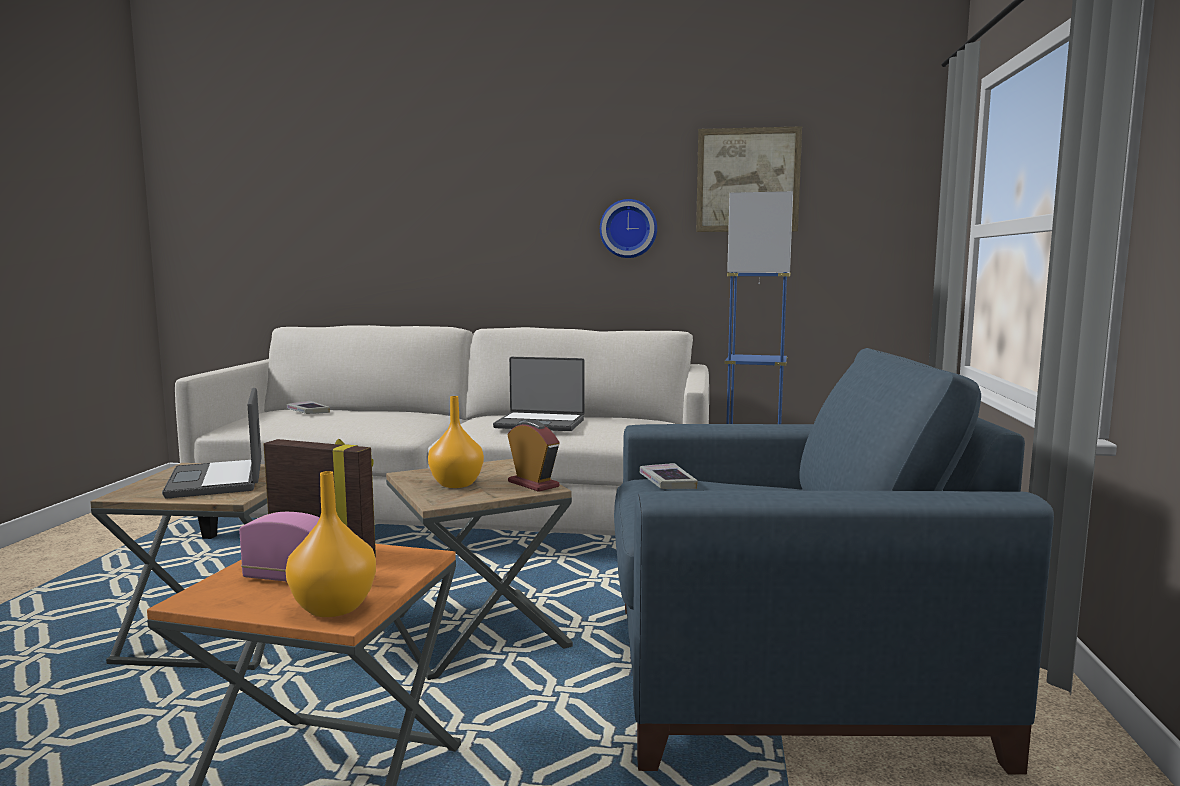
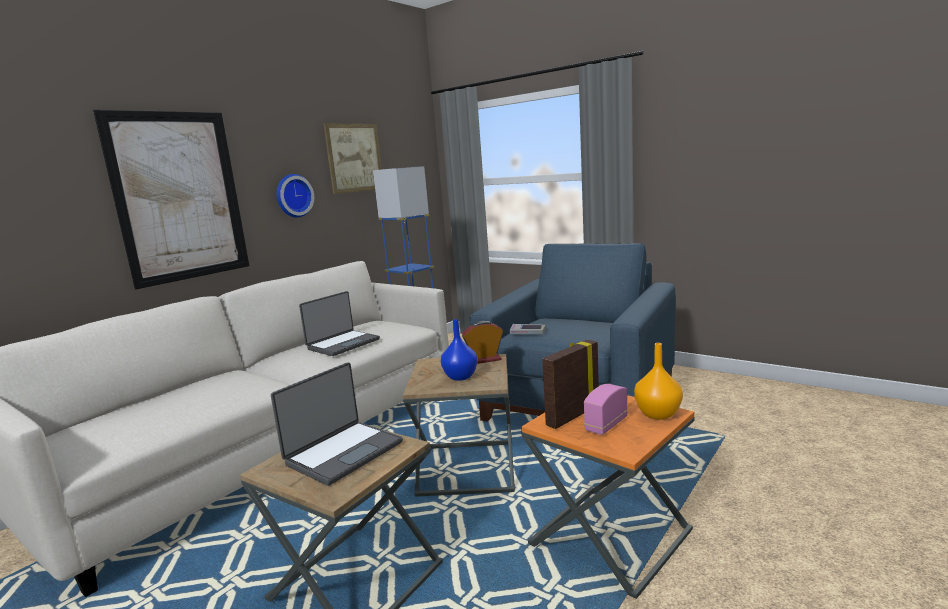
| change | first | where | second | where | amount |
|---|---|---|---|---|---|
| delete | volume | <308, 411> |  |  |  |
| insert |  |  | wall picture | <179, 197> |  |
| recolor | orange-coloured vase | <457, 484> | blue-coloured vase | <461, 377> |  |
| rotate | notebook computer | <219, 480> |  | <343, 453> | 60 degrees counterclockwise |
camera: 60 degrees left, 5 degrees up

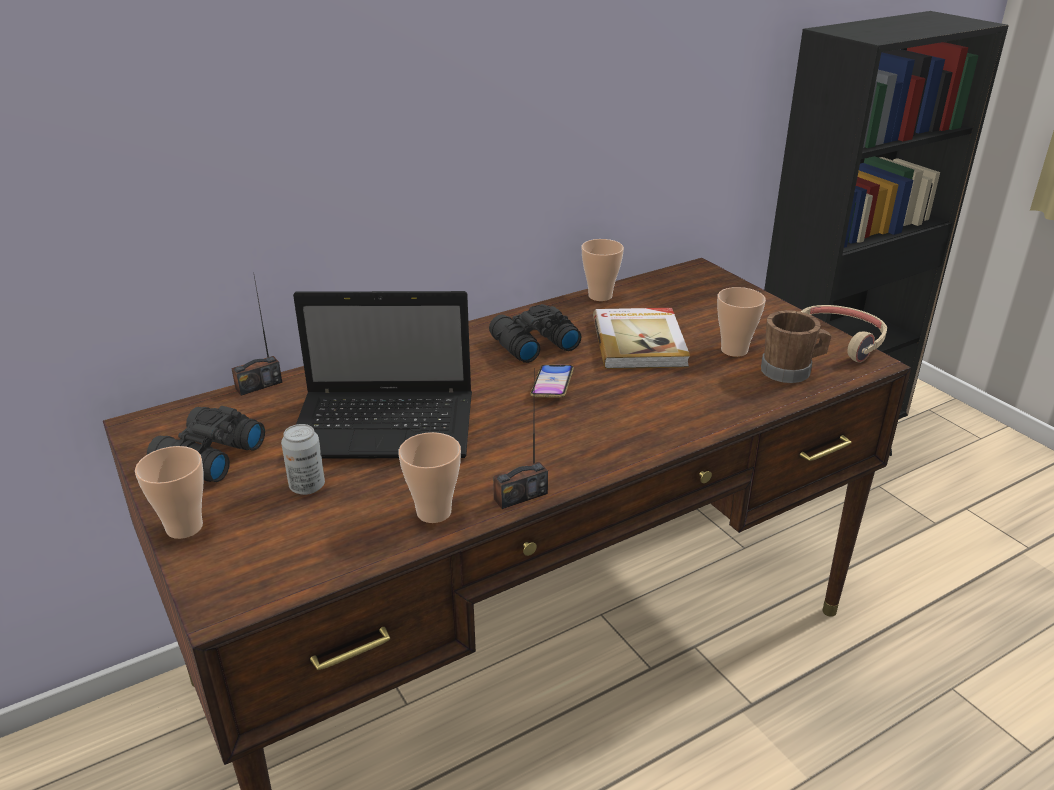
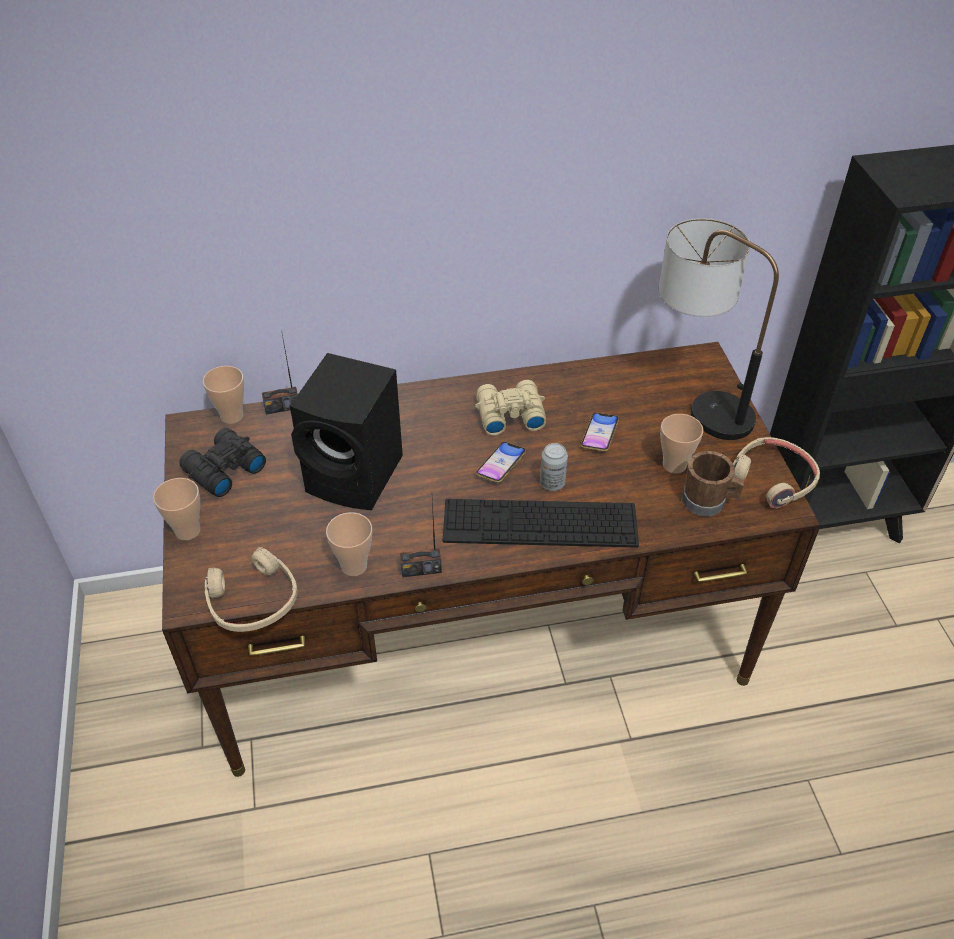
| change | first | where | second | where | amount |
|---|---|---|---|---|---|
| insert |  |  | beige headphones | <253, 600> |  |
| insert |  |  | keyboard | <540, 523> |  |
| insert |  |  | table lamp | <696, 401> |  |
| move | can | <307, 486> |  | <552, 483> |  |
| move | small cup | <600, 296> |  | <232, 416> |  |
| replace | notebook computer | <388, 427> | black audio speaker | <357, 476> |  |
| replace | volume | <640, 342> | handset | <599, 435> |  |
| recolor | black binoculars | <532, 344> | beige binoculars | <508, 414> |  |
camera: 20 degrees right, 15 degrees up

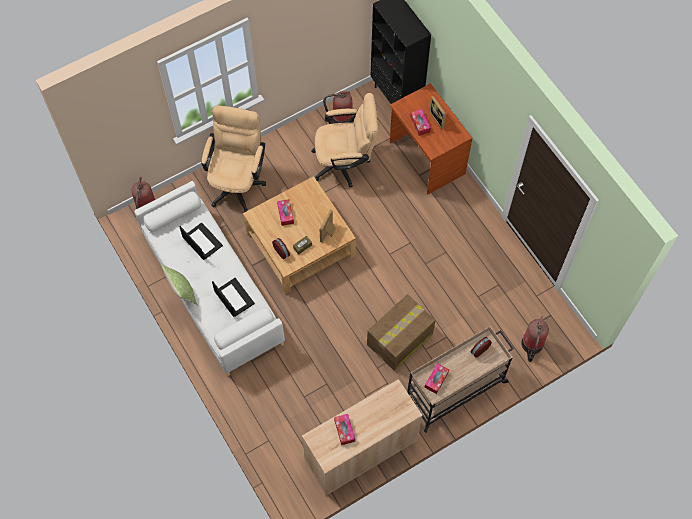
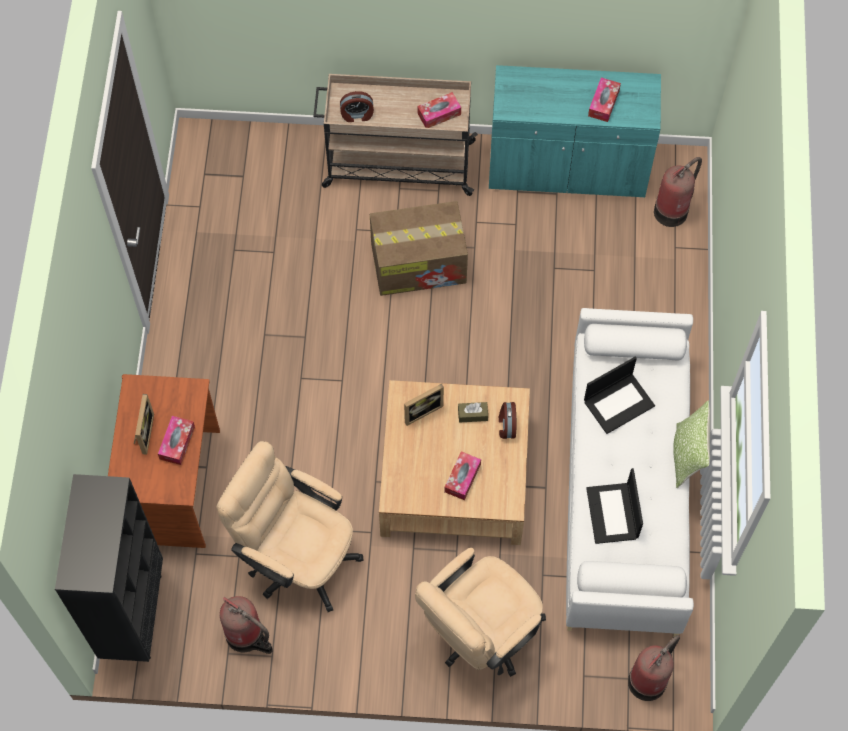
| change | first | where | second | where | amount |
|---|---|---|---|---|---|
| move | extinguisher | <532, 345> |  | <672, 210> |  |
| recolor | beige cupboard | <361, 450> | turquoise-coloured cupboard | <567, 168> |  |
| rotate | notebook computer | <233, 297> |  | <619, 402> | 120 degrees counterclockwise |
camera: 145 degrees left, 0 degrees up

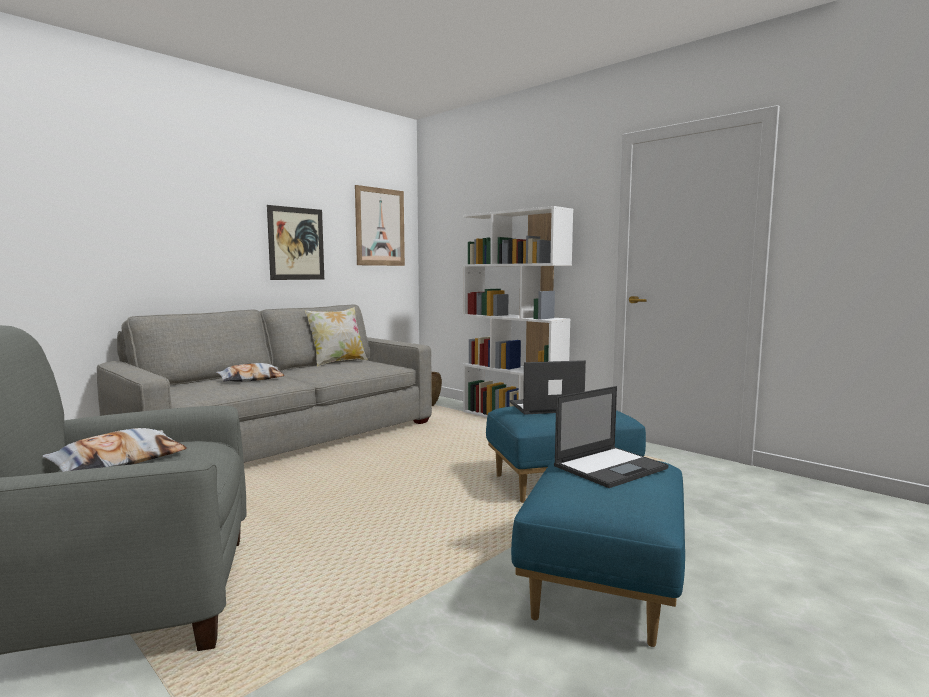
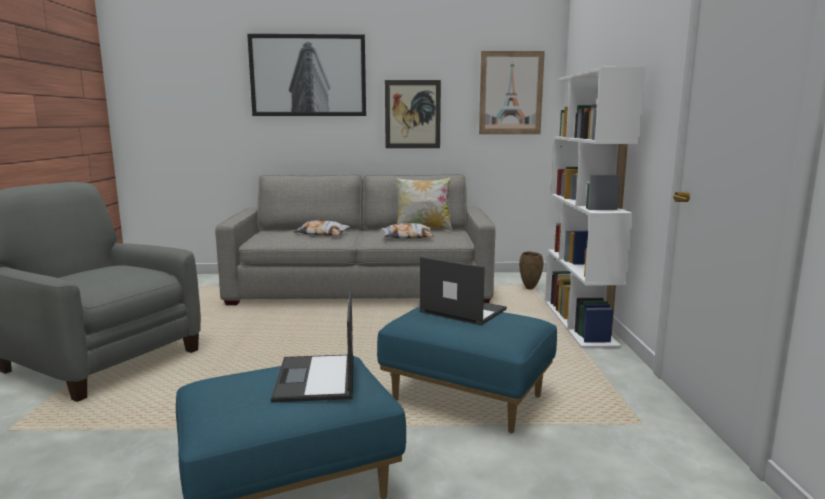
| change | first | where | second | where | amount |
|---|---|---|---|---|---|
| insert |  |  | wall picture | <308, 75> |  |
| move | cushion | <119, 461> |  | <407, 236> |  |
| rotate | notebook computer | <611, 467> |  | <316, 379> | 75 degrees clockwise |
camera: 45 degrees right, 5 degrees up

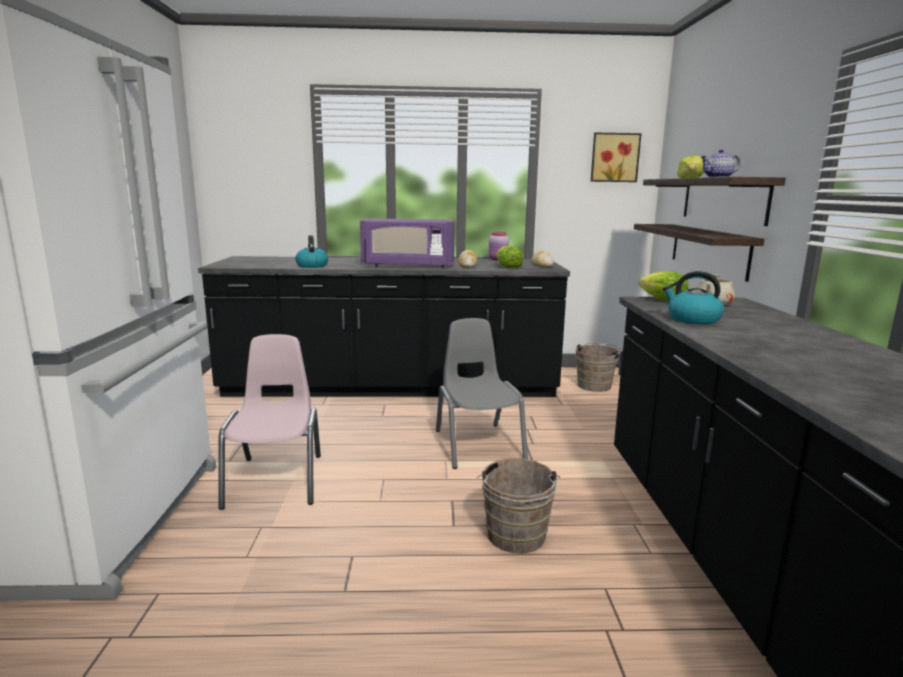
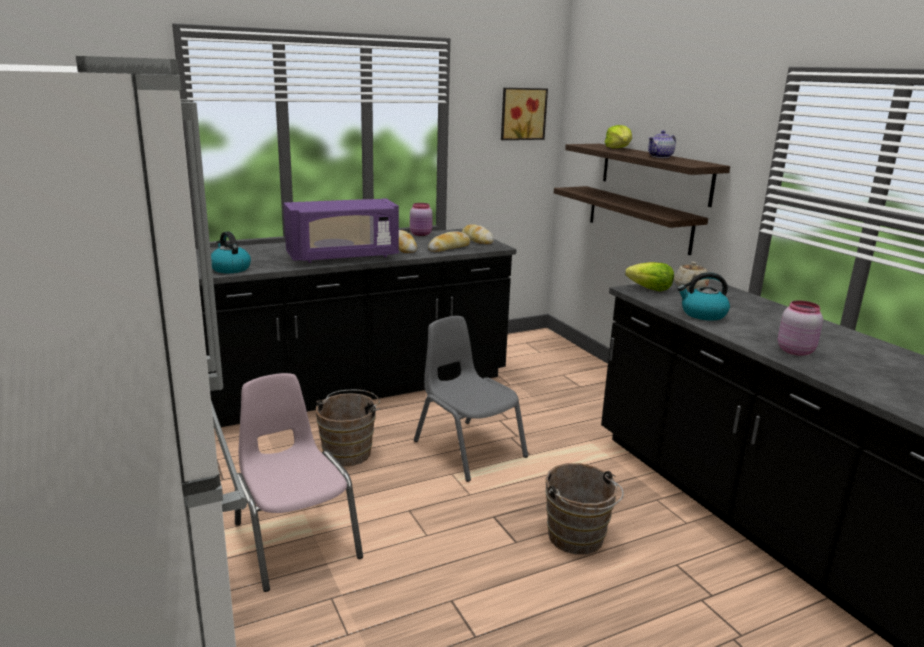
| change | first | where | second | where | amount |
|---|---|---|---|---|---|
| insert |  |  | pinkish preserve jar | <795, 350> |  |
| move | brown-coloured bucket | <595, 385> |  | <349, 452> |  |
| replace | lettuce | <507, 267> | baked bread | <449, 248> |  |
camera: 25 degrees left, 5 degrees up

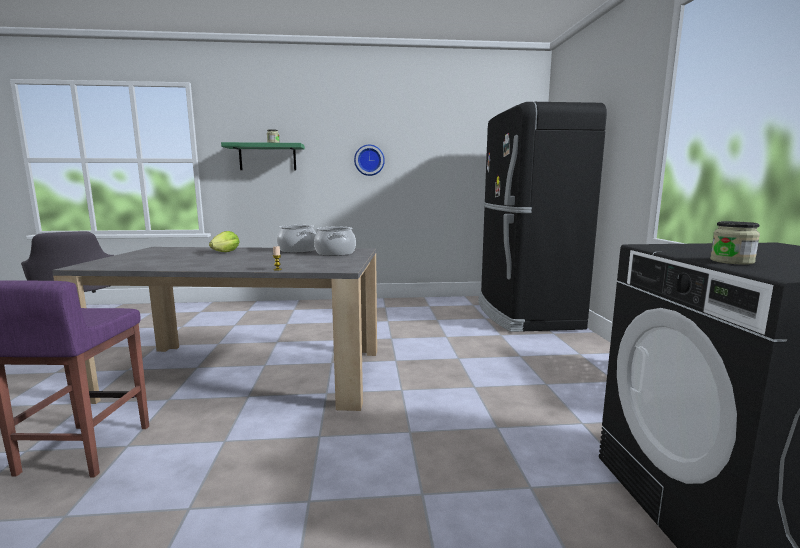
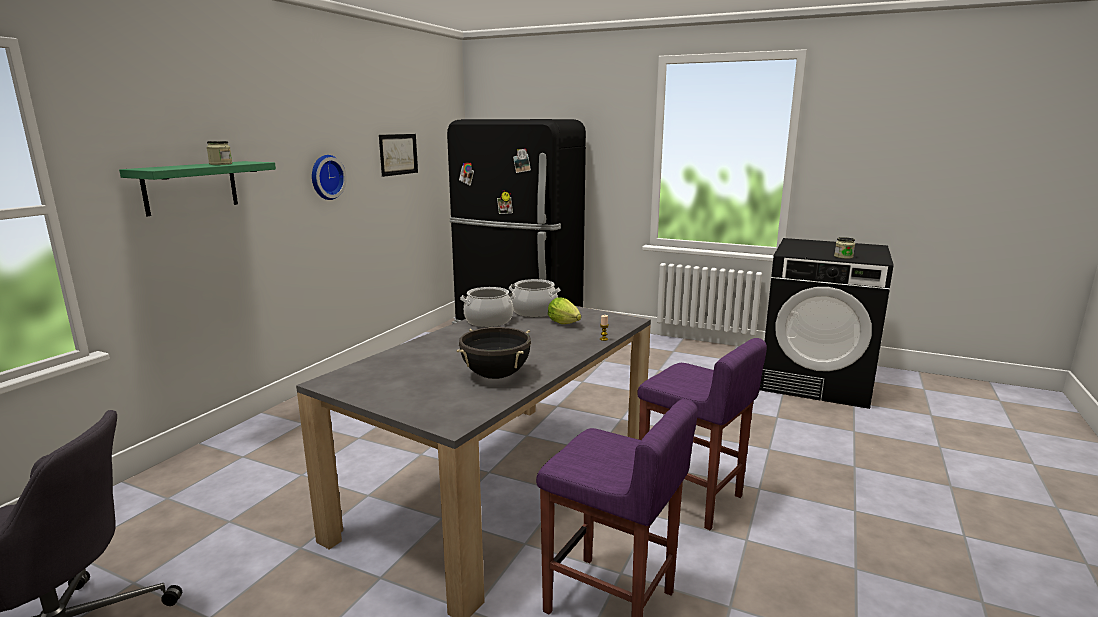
| change | first | where | second | where | amount |
|---|---|---|---|---|---|
| insert |  |  | wall picture | <398, 154> |  |
| insert |  |  | black cooking pot | <496, 376> |  |
| insert |  |  | purplish stool | <691, 498> |  |
| move | lettuce | <224, 252> |  | <565, 324> |  |
camera: 60 degrees left, 5 degrees up

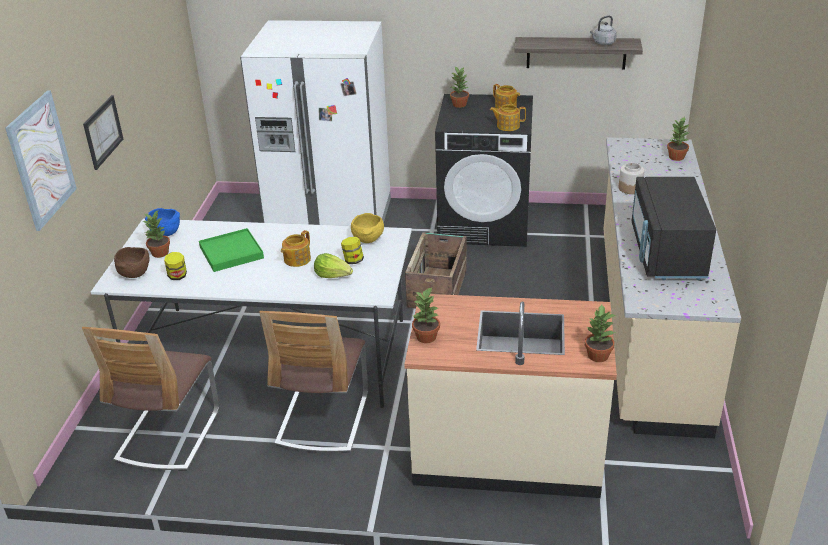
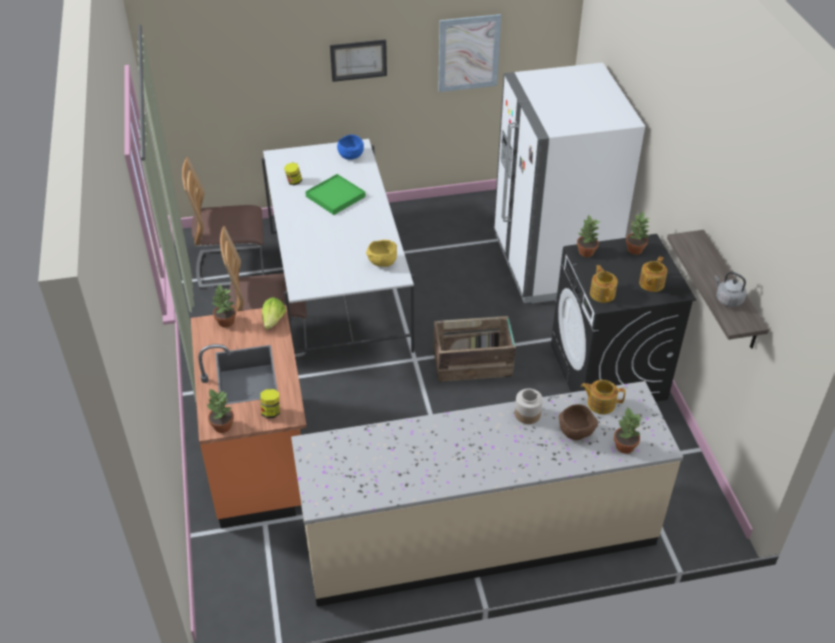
| change | first | where | second | where | amount |
|---|---|---|---|---|---|
| delete | black microwave oven | <666, 253> |  |  |  |
| move | wall picture | <41, 160> |  | <468, 53> |  |
| move | brown-coloured bowl | <135, 274> |  | <576, 432> |  |
| move | plant in a pot | <160, 253> |  | <586, 252> |  |
| move | pot for tea | <296, 259> |  | <600, 403> |  |
| move | lettuce | <333, 275> |  | <273, 321> |  |
| move | preserve jar | <353, 261> |  | <271, 412> |  |
| recolor | beige counter | <507, 452> | orange-coloured counter | <260, 458> |  |
camera: 70 degrees right, 10 degrees up

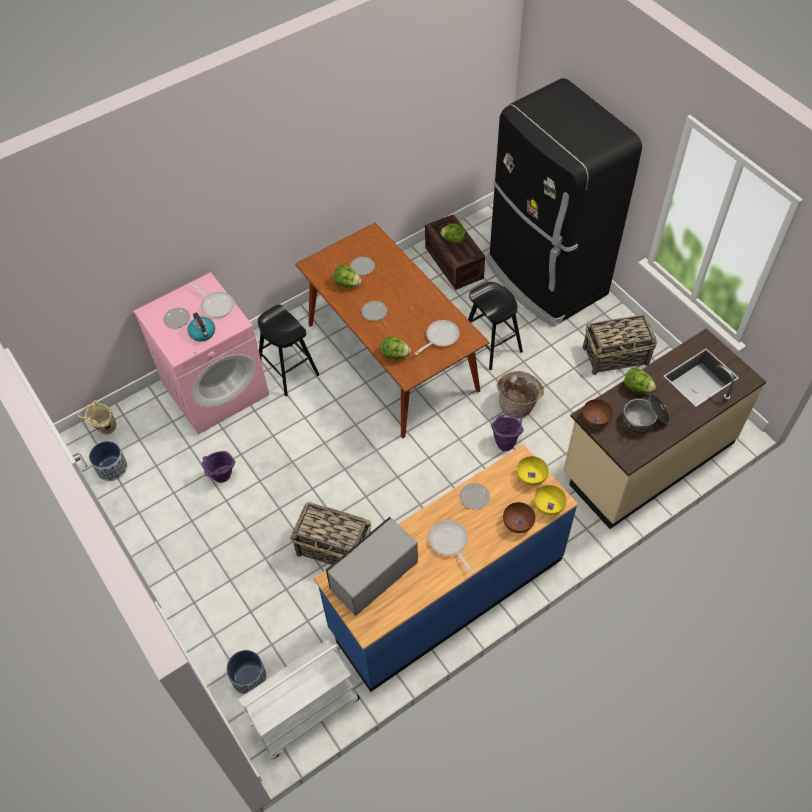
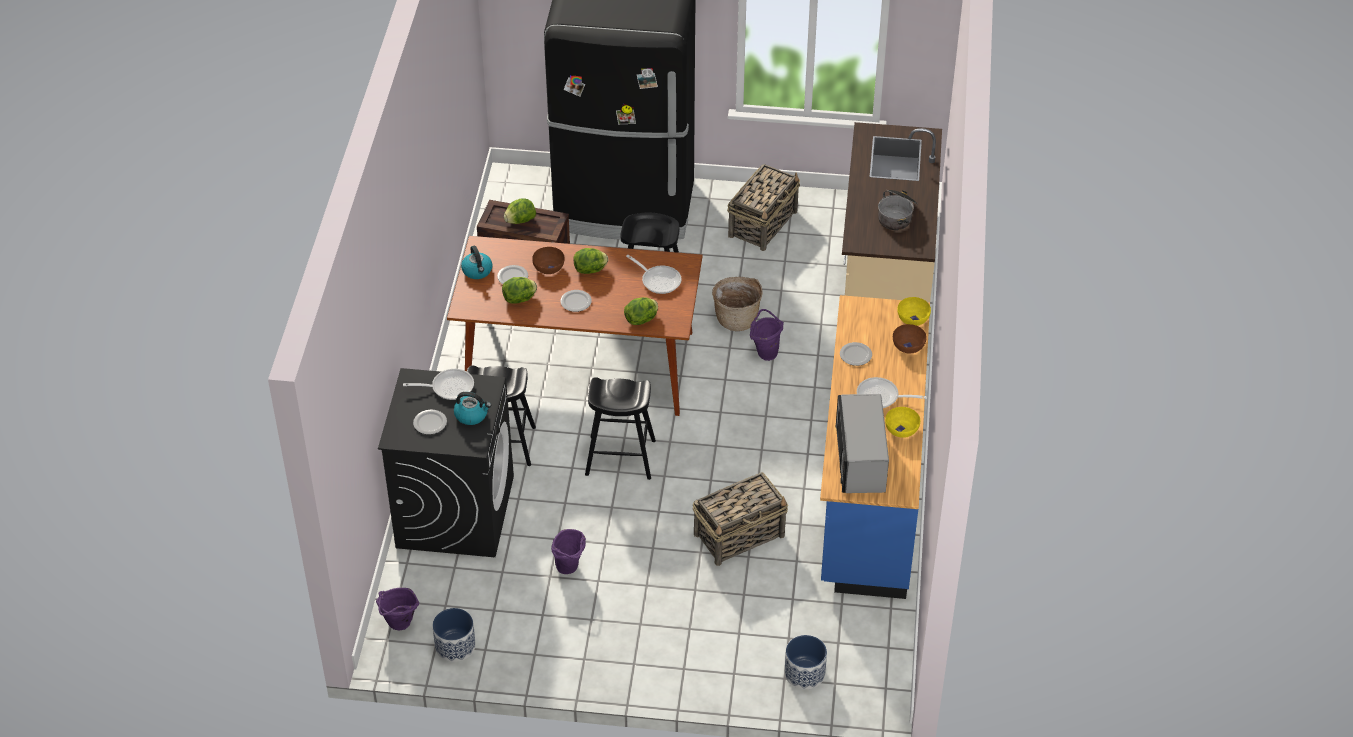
| change | first | where | second | where | amount |
|---|---|---|---|---|---|
| delete | whitish cart | <305, 713> |  |  |  |
| insert |  |  | water kettle | <477, 271> |  |
| insert |  |  | black stool | <620, 457> |  |
| move | yellow-coloured bowl | <531, 476> |  | <901, 430> |  |
| move | brown-coloured bowl | <596, 418> |  | <548, 267> |  |
| move | lettuce | <637, 388> |  | <590, 270> |  |
| recolor | beige bucket | <105, 430> | purplish bucket | <399, 626> |  |
| recolor | pinkish washing machine | <216, 388> | black washing machine | <455, 511> |  |
| rotate | skillet | <440, 337> |  | <658, 280> | 135 degrees clockwise |
camera: 50 degrees left, 10 degrees down

